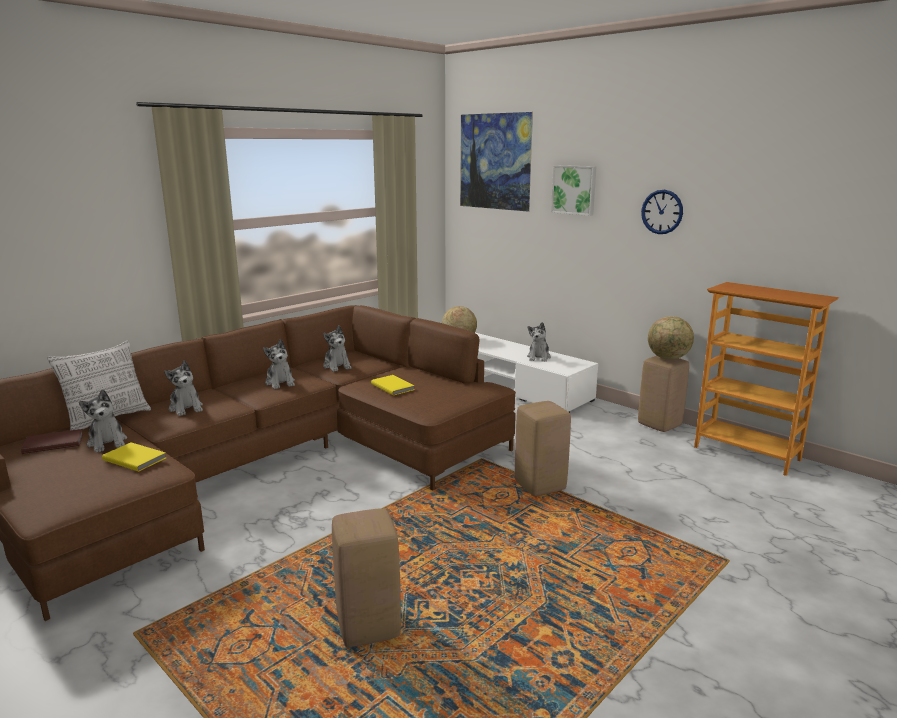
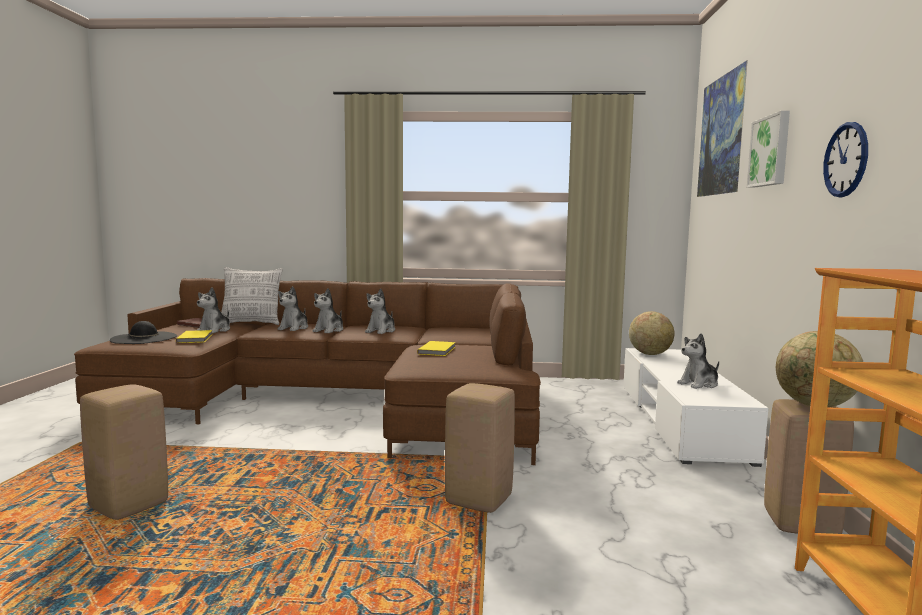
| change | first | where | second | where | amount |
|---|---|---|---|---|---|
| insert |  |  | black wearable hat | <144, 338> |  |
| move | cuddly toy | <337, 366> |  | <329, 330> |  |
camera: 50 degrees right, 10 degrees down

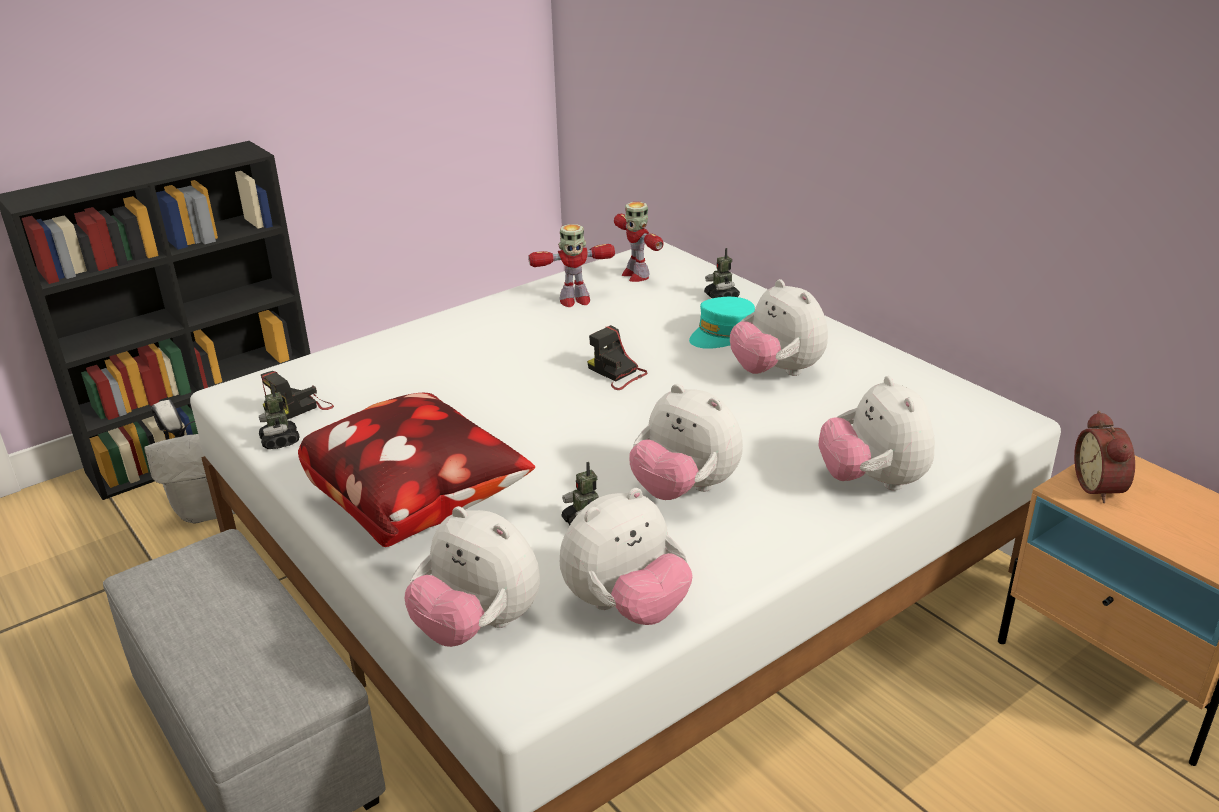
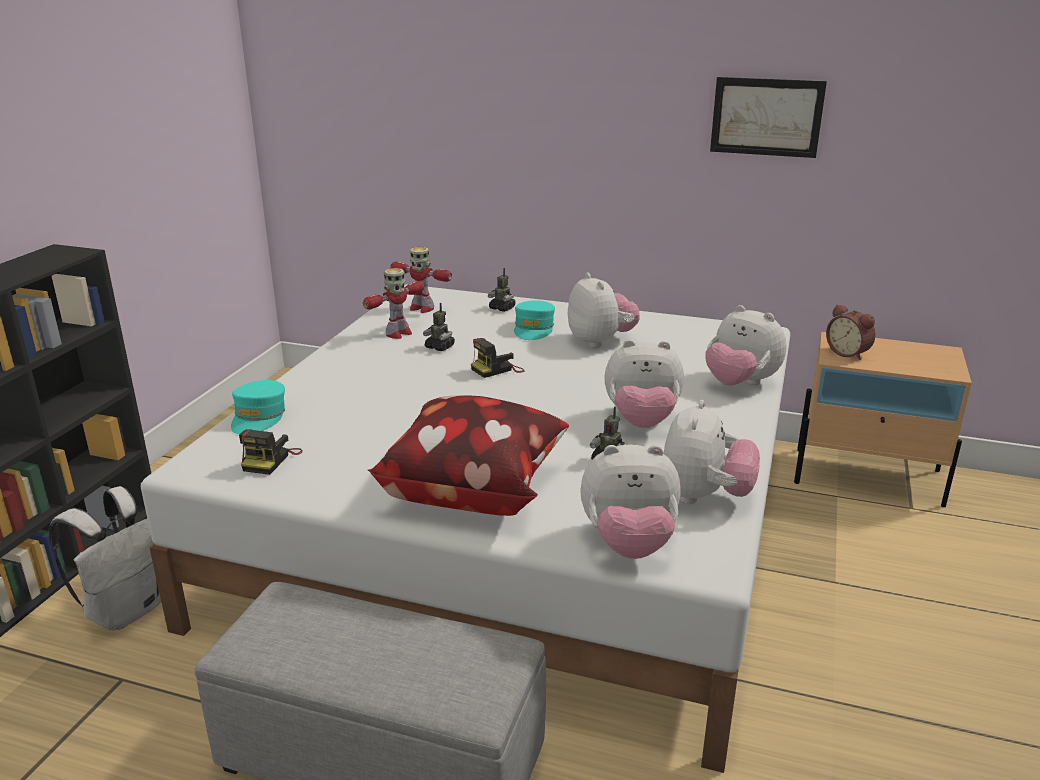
| change | first | where | second | where | amount |
|---|---|---|---|---|---|
| insert |  |  | turquoise-coloured baseball cap | <259, 417> |  |
| insert |  |  | wall picture | <766, 117> |  |
| move | model robot | <280, 441> |  | <439, 347> |  |
| rotate | photo camera | <617, 373> |  | <497, 369> | 45 degrees counterclockwise |
| rotate | cuddly toy | <776, 372> |  | <600, 341> | 135 degrees counterclockwise |
camera: 35 degrees left, 5 degrees down

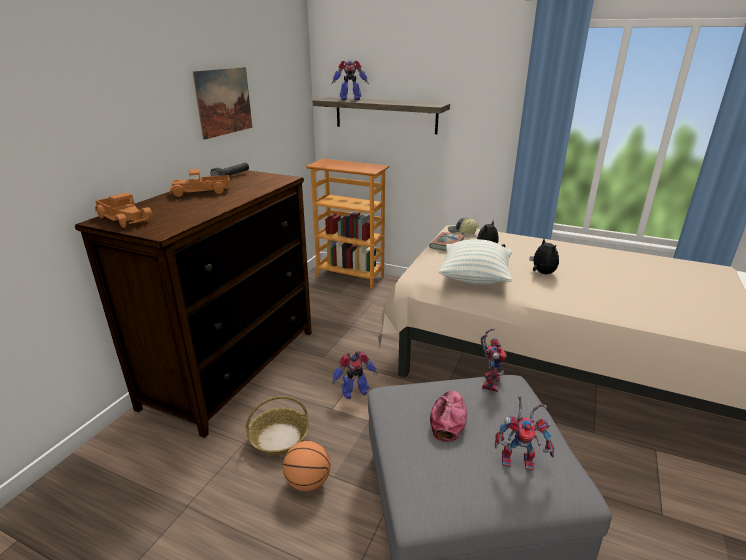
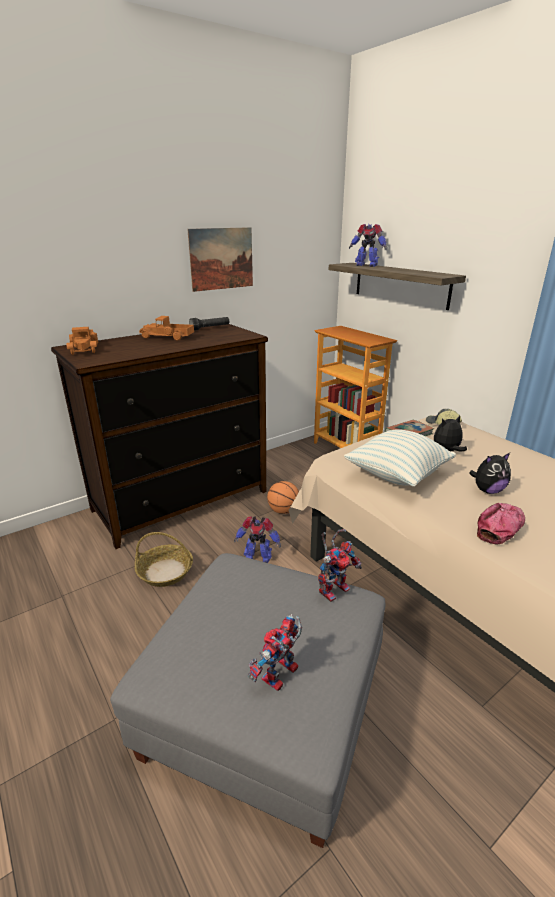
| change | first | where | second | where | amount |
|---|---|---|---|---|---|
| move | basketball ball | <308, 482> |  | <283, 511> |  |
| move | baseball cap | <448, 418> |  | <500, 527> |  |
| rotate | model robot | <520, 459> |  | <280, 678> | 90 degrees clockwise |
| rotate | cuddly toy | <542, 273> |  | <487, 490> | 60 degrees clockwise |
camera: 30 degrees right, 0 degrees up

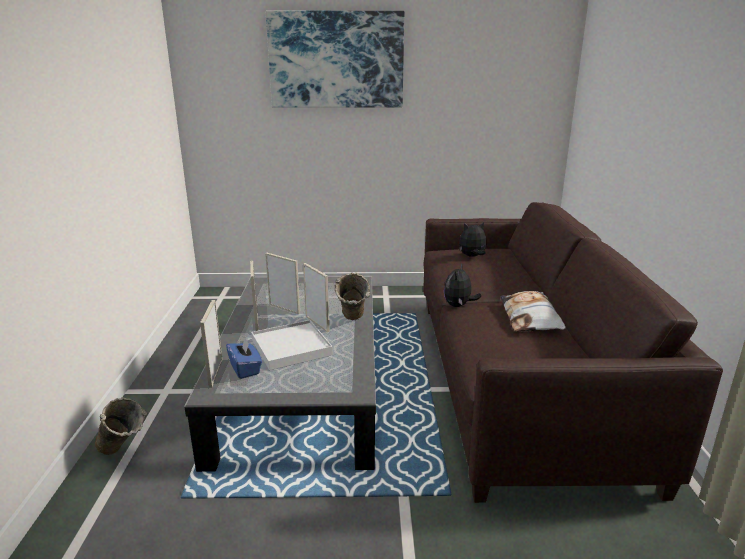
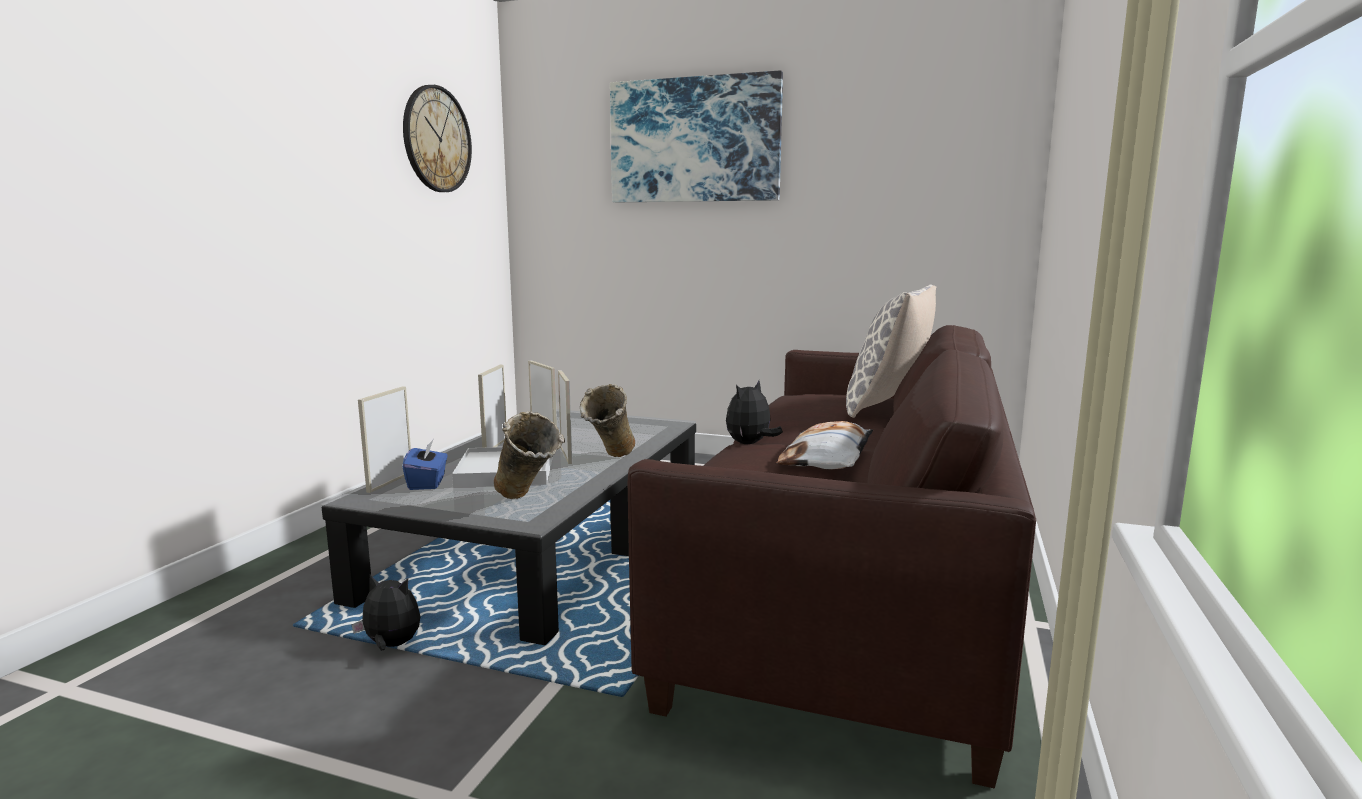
| change | first | where | second | where | amount |
|---|---|---|---|---|---|
| insert |  |  | clock on the wall | <436, 139> |  |
| insert |  |  | cushion | <888, 407> |  |
| move | beige vase | <124, 455> |  | <527, 502> |  |
| move | cuddly toy | <472, 256> |  | <391, 646> |  |
camera: 20 degrees right, 10 degrees down

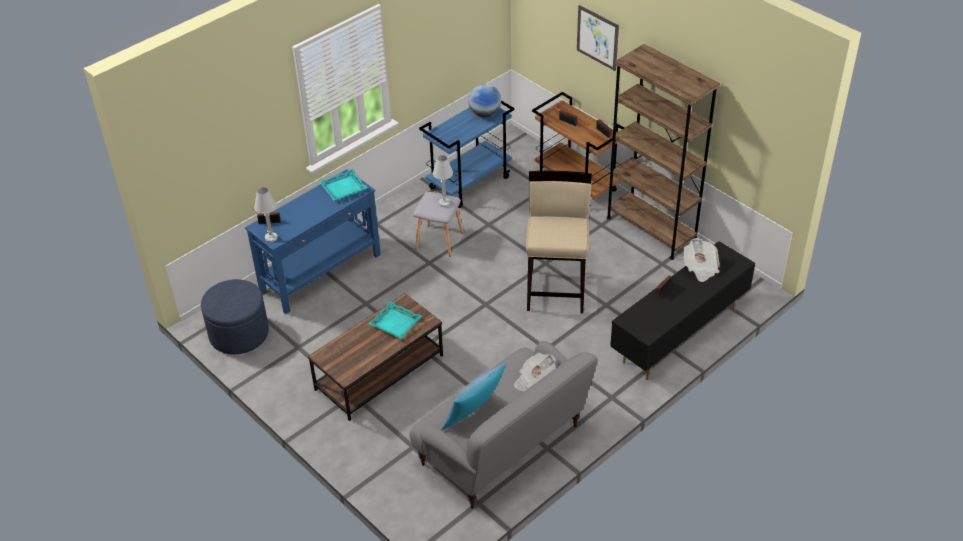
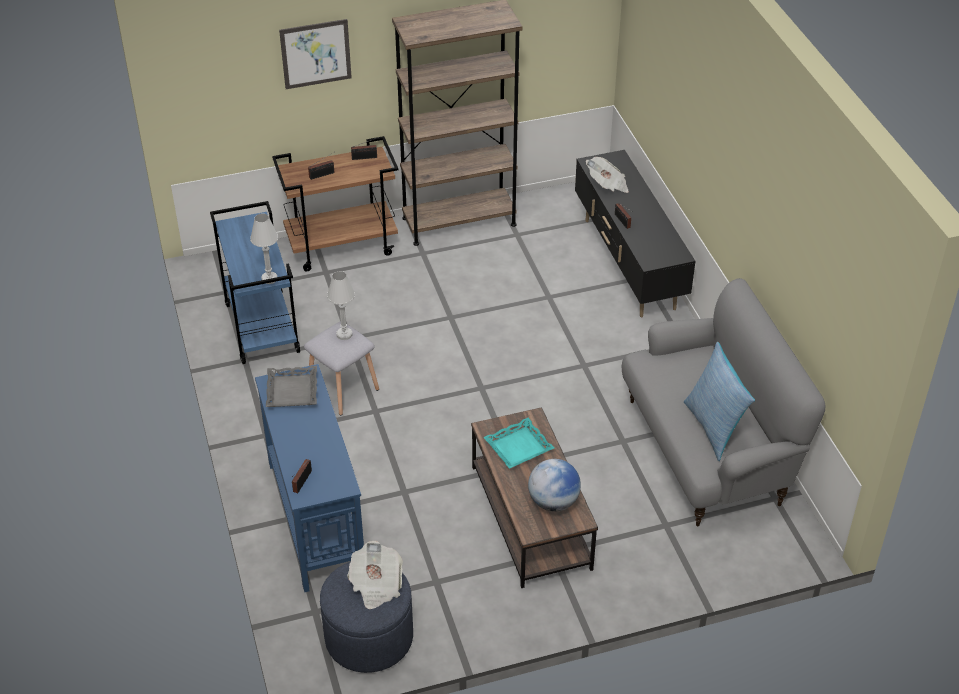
| change | first | where | second | where | amount |
|---|---|---|---|---|---|
| delete | beige stool | <556, 290> |  |  |  |
| move | whitish table lamp | <271, 238> |  | <269, 278> |  |
| move | world globe | <484, 113> |  | <553, 502> |  |
| move | daily paper | <535, 382> |  | <376, 585> |  |
| recolor | turquoise-coloured carrying tray | <343, 188> | gray carrying tray | <291, 391> |  |
camera: 65 degrees left, 0 degrees up

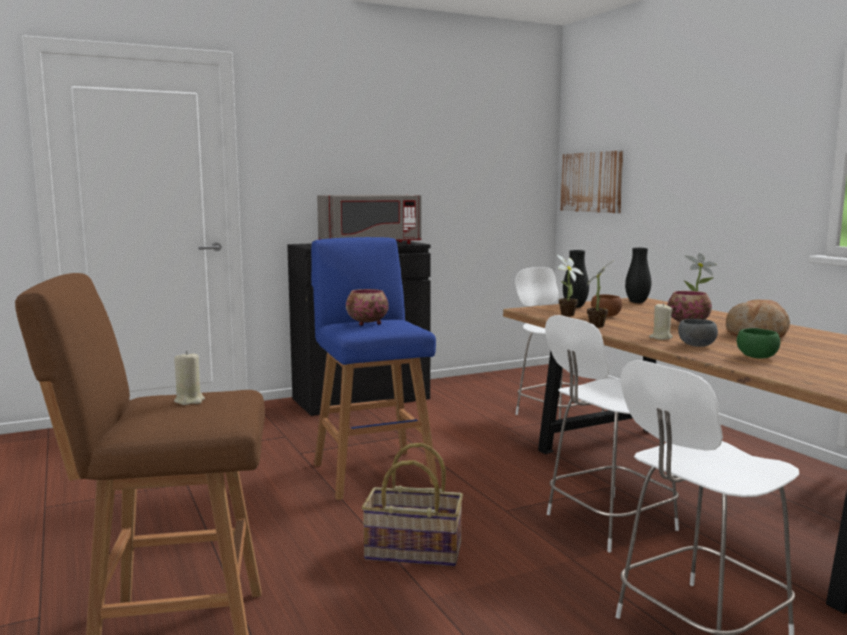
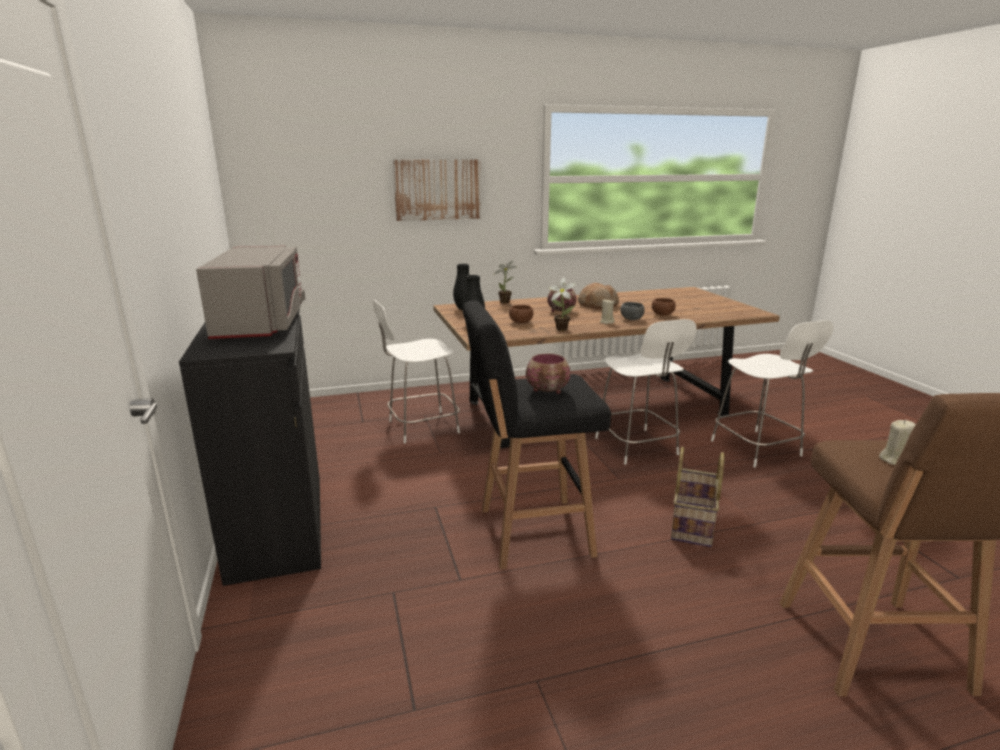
| change | first | where | second | where | amount |
|---|---|---|---|---|---|
| delete | plant in a pot | <565, 315> |  |  |  |
| move | wall picture | <592, 182> |  | <437, 189> |  |
| recolor | blue-coloured stool | <372, 472> | black stool | <530, 532> |  |
| recolor | greenish bowl | <756, 357> | brown-coloured bowl | <662, 315> |  |
camera: 80 degrees left, 10 degrees up

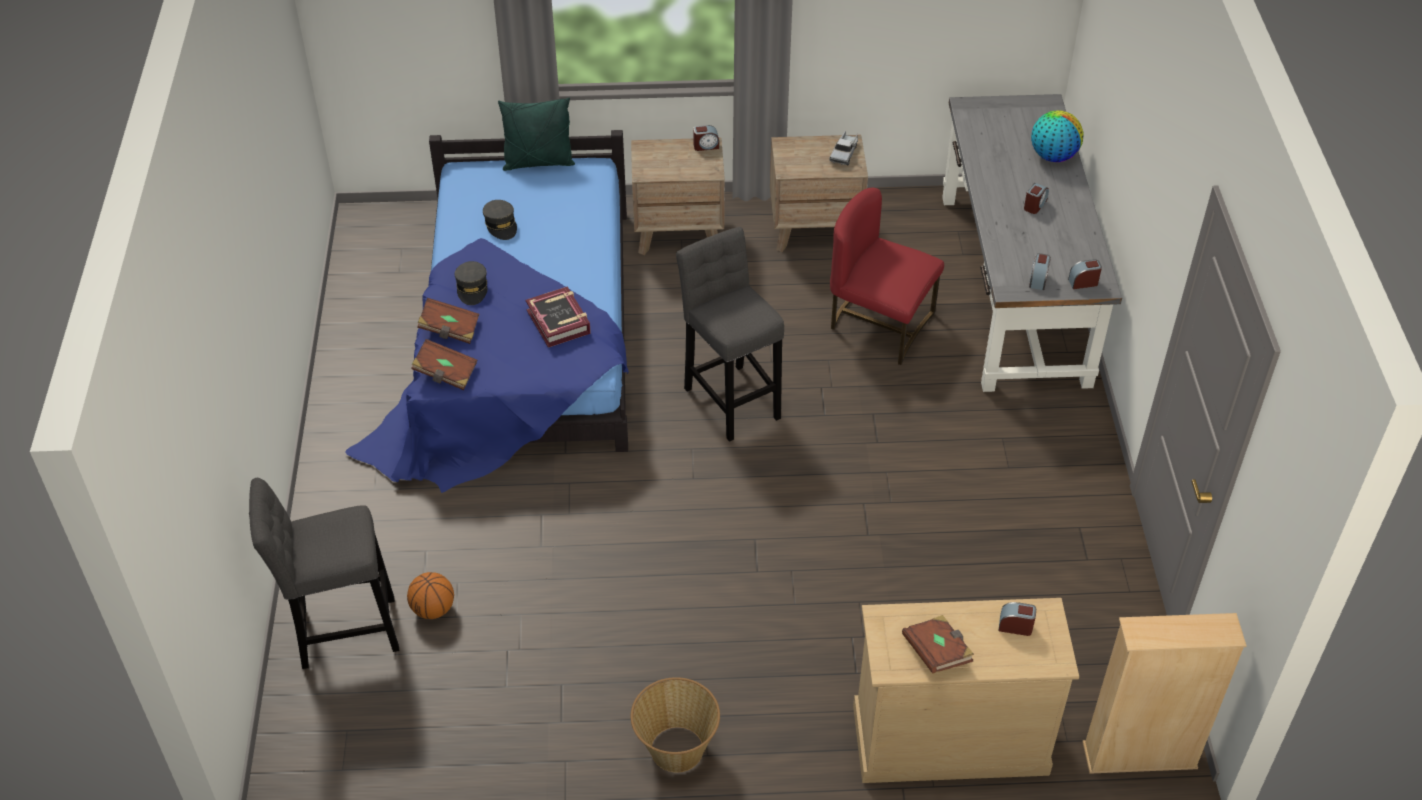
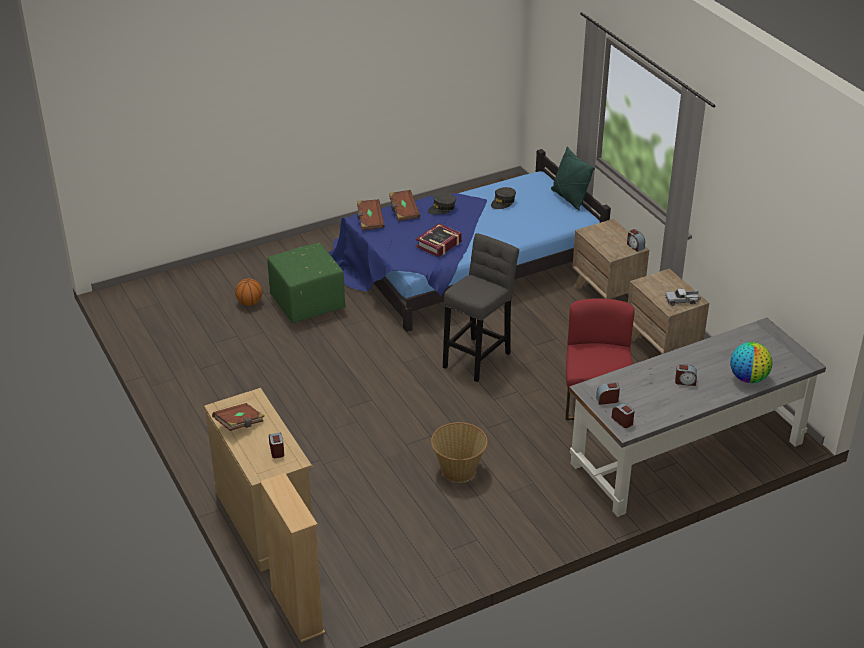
| change | first | where | second | where | amount |
|---|---|---|---|---|---|
| delete | gray stool | <341, 632> |  |  |  |
| insert |  |  | greenish ottoman | <308, 303> |  |
| move | household basket | <676, 748> |  | <458, 470> |  |
camera: 65 degrees right, 10 degrees down

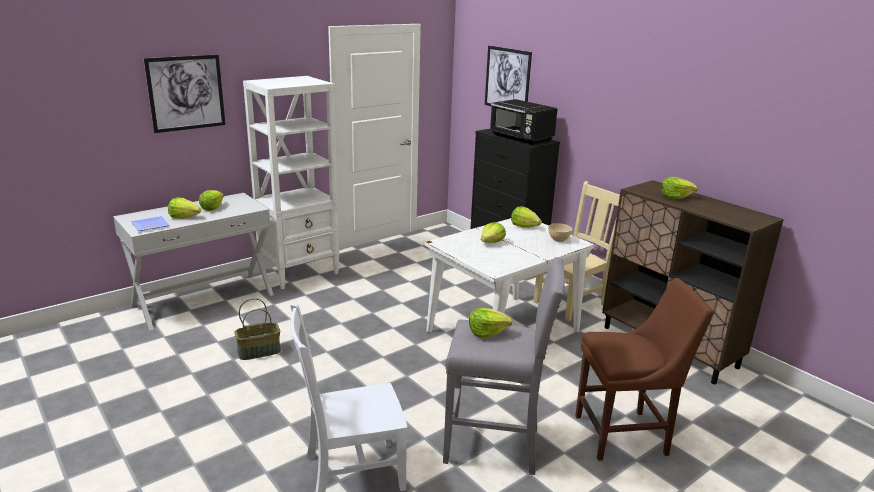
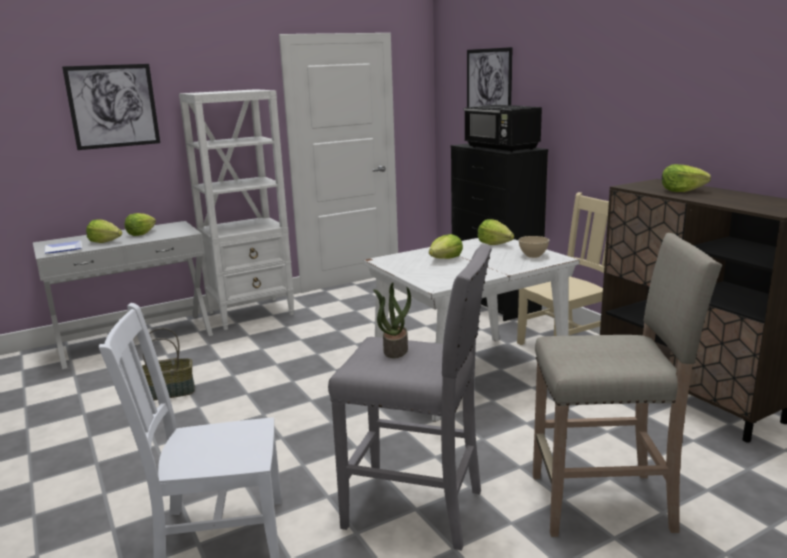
| change | first | where | second | where | amount |
|---|---|---|---|---|---|
| replace | lettuce | <487, 332> | plant in a pot | <395, 350> |  |
| replace | brown-coloured plain chair | <625, 435> | beige stool | <605, 503> |  |
camera: 10 degrees right, 5 degrees down

